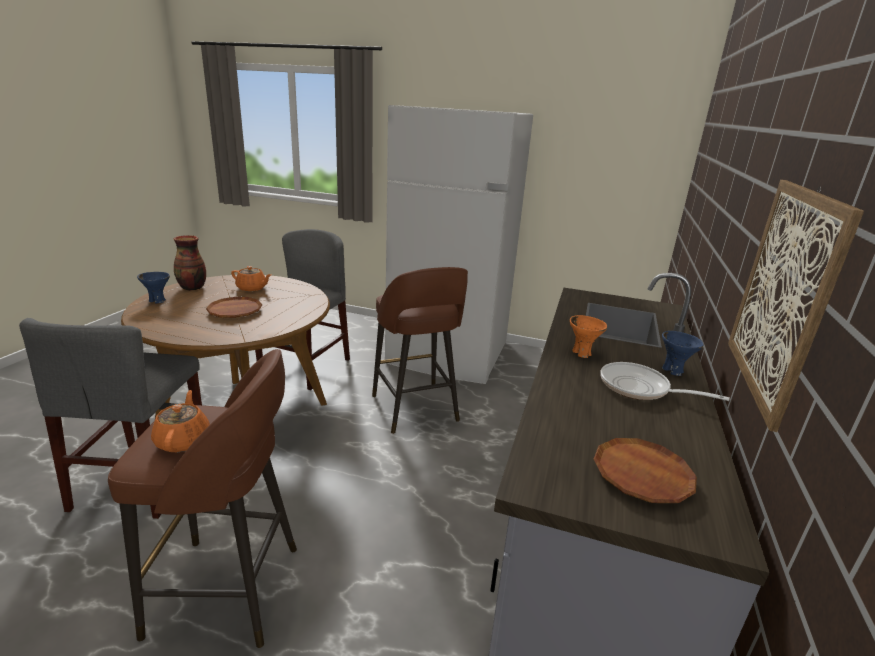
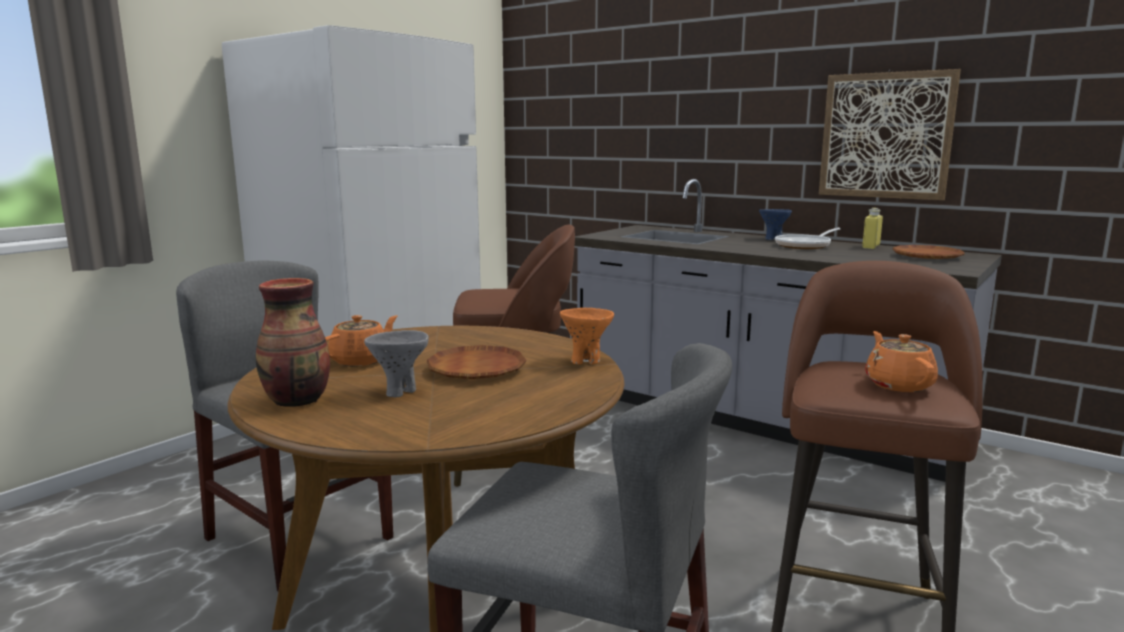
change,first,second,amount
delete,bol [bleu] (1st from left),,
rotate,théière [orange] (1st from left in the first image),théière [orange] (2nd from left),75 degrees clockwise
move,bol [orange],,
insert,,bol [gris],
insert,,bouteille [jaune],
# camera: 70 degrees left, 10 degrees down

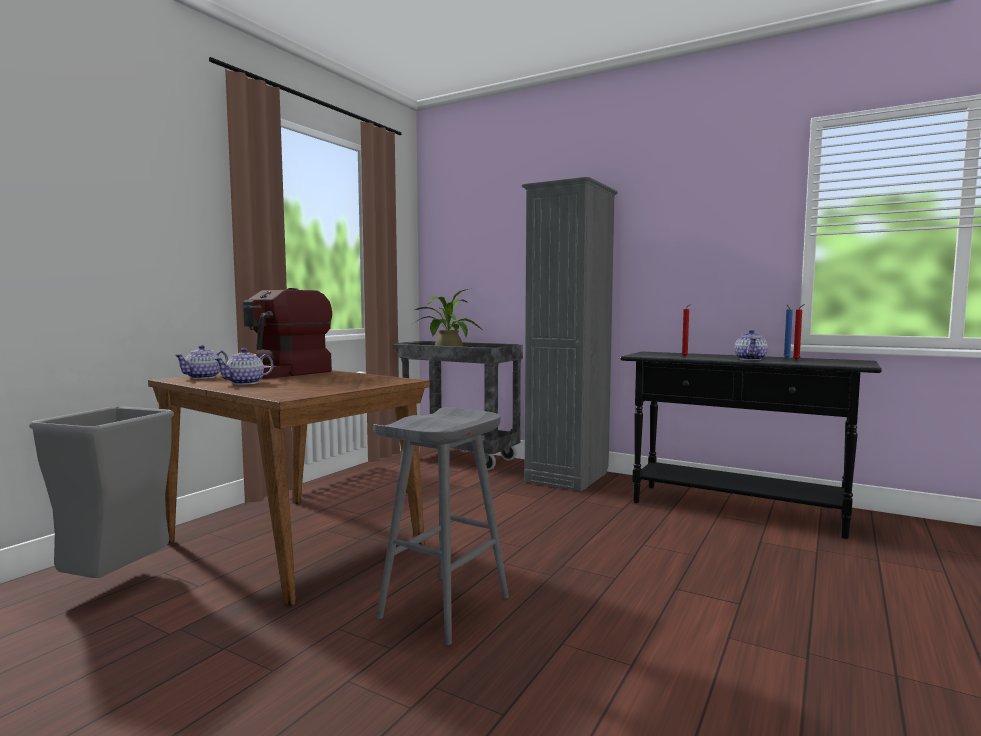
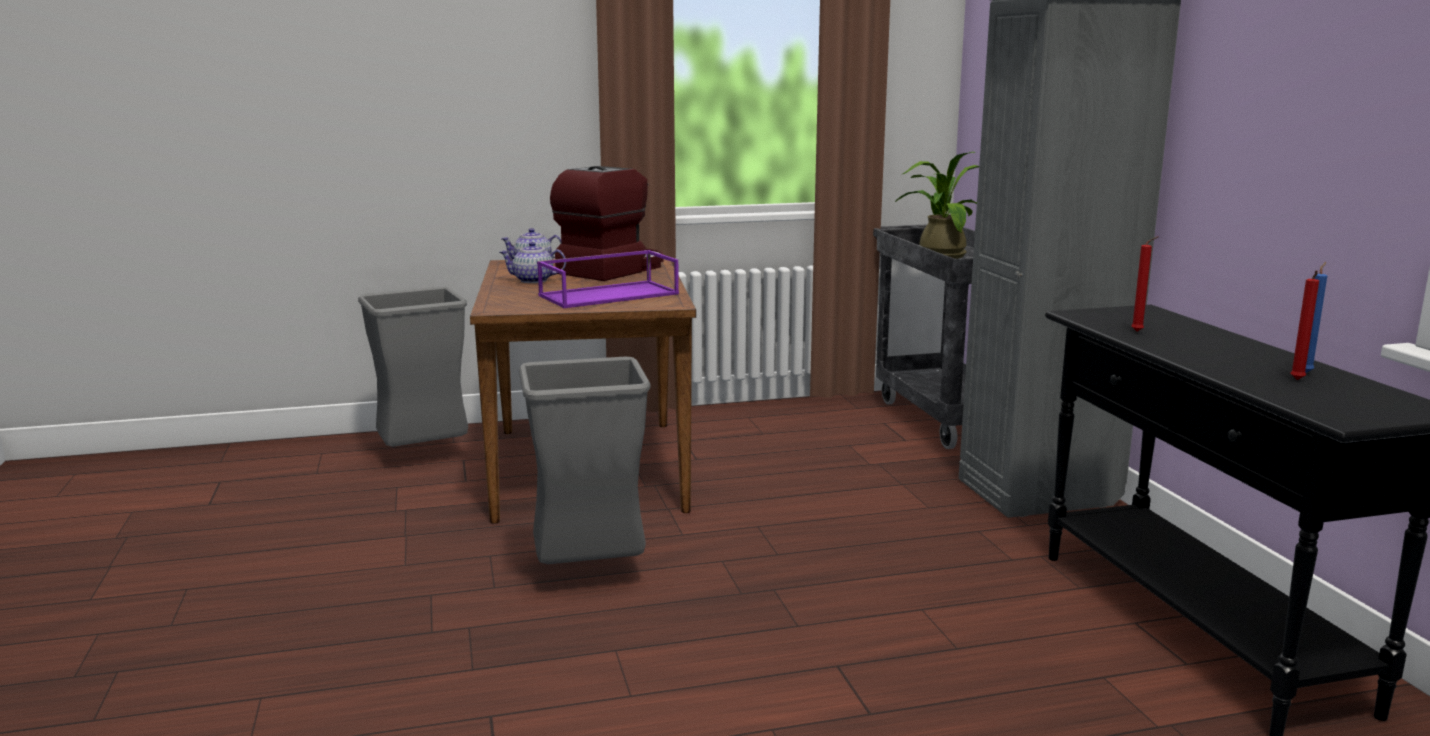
change,first,second,amount
rotate,machine à café,,135 degrees clockwise
replace,tabouret [gris],poubelle [gris] (2nd from left),
delete,théière (3rd from left),,
insert,,plateau [violet],
# camera: 45 degrees right, 10 degrees up

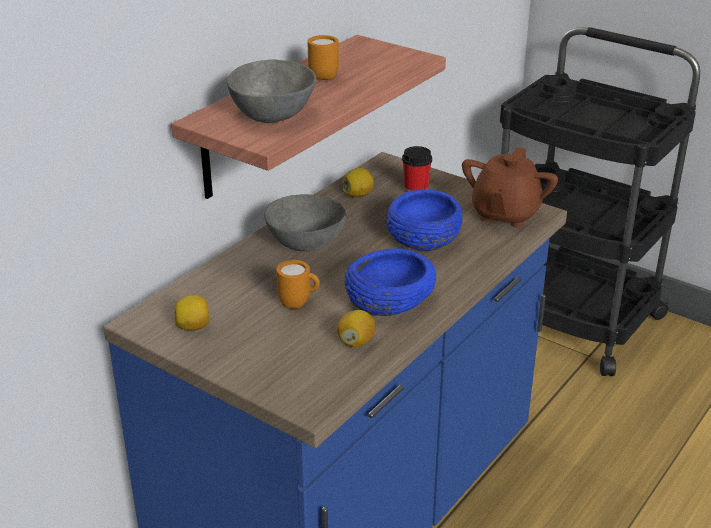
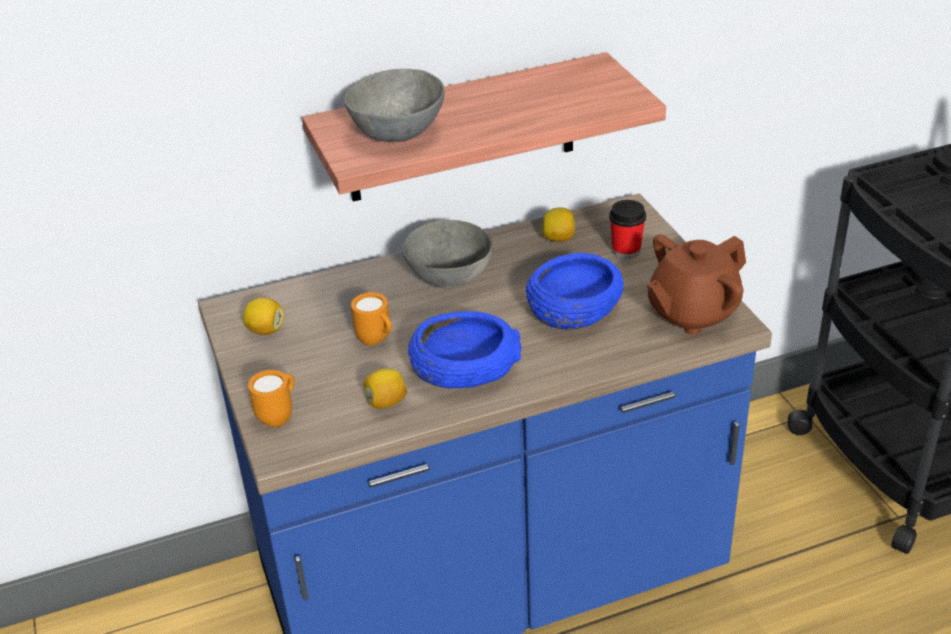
change,first,second,amount
move,mug [orange] (2nd from left in the first image),mug [orange] (1st from left),
# camera: 35 degrees right, 5 degrees up

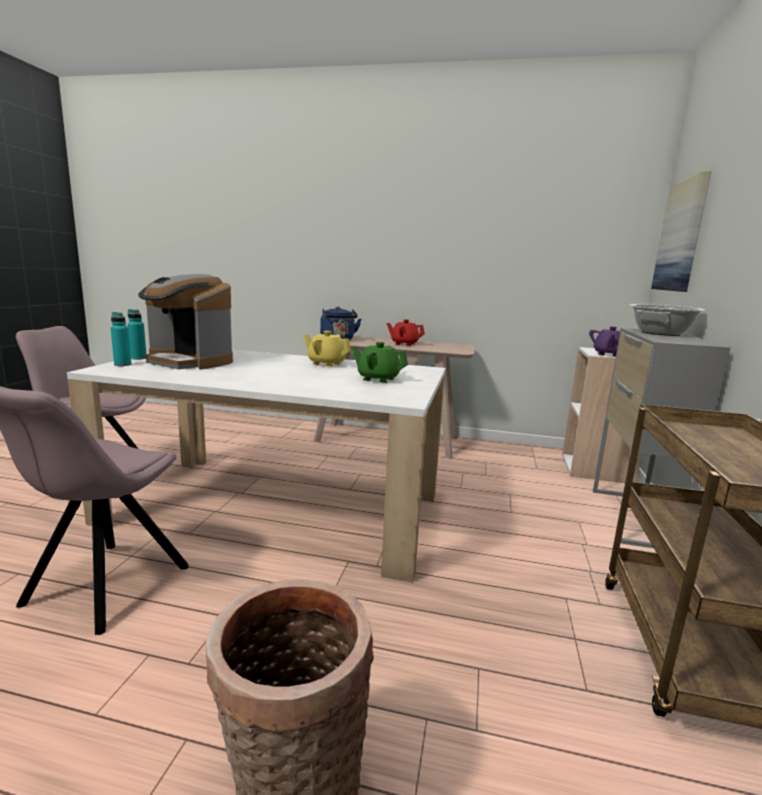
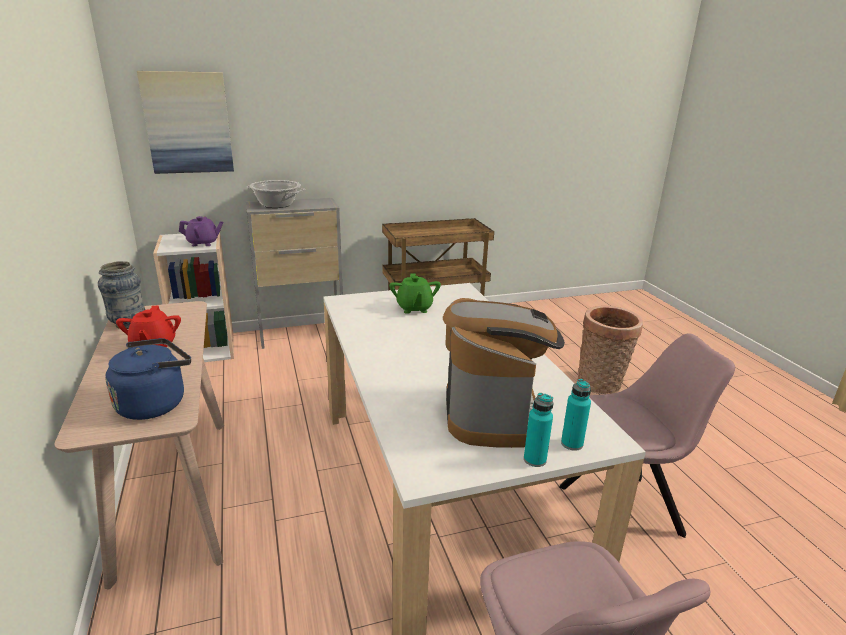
change,first,second,amount
delete,théière [jaune],,
insert,,vase,
# camera: 120 degrees left, 10 degrees up

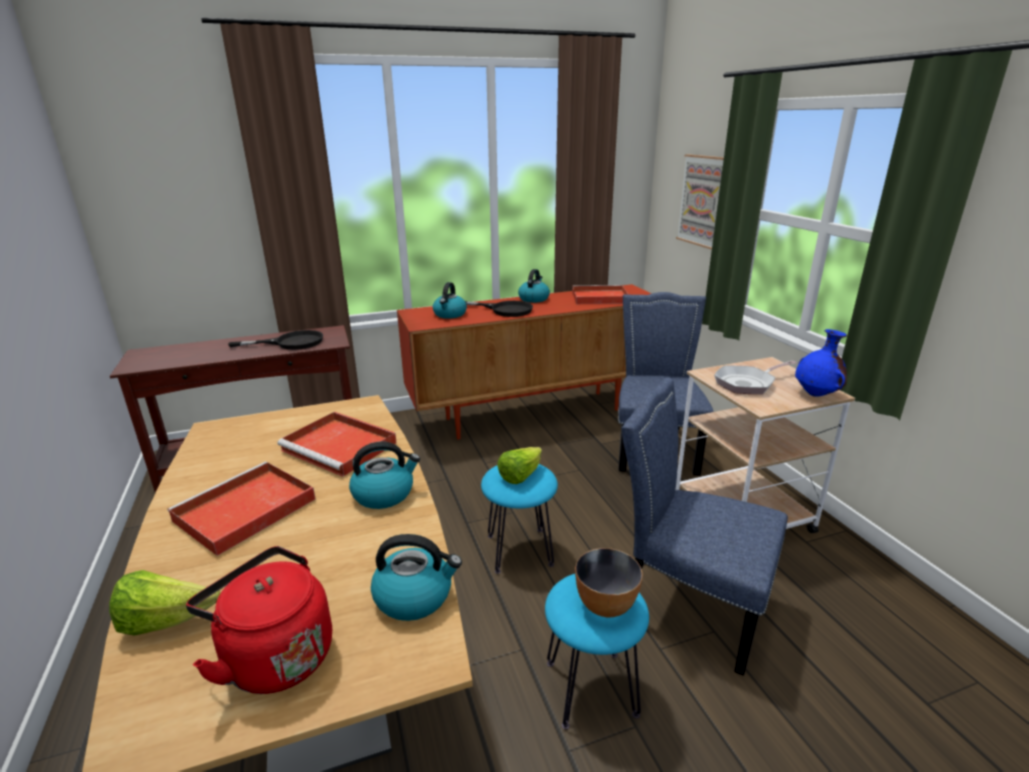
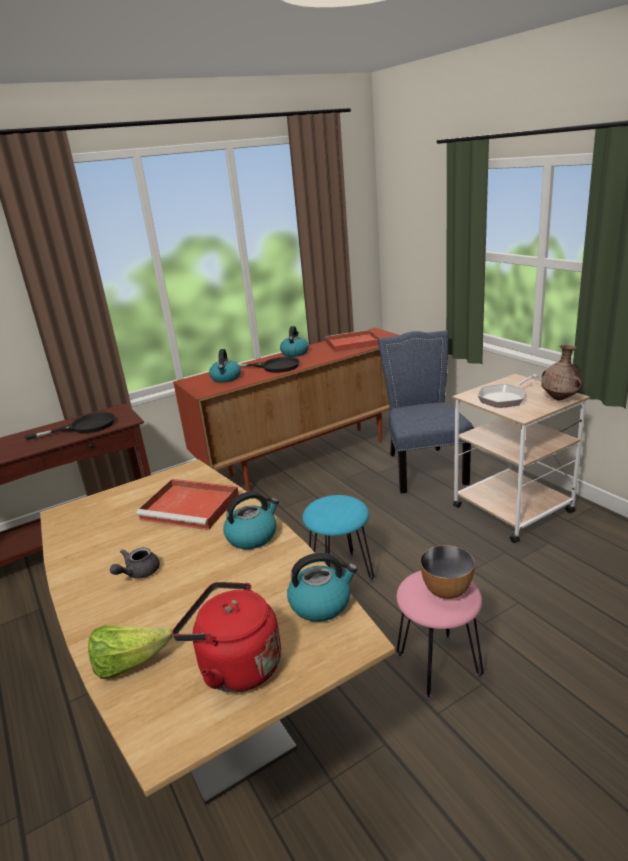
change,first,second,amount
replace,plateau [rouge] (1st from left),théière [gris],
delete,laitue (2nd from left),,
recolor,tabouret [turquoise] (2nd from left),tabouret [rose],
delete,chaise [bleu] (2nd from left),,
delete,tableau,,
recolor,vase [bleu],vase [marron],
# camera: 10 degrees left, 0 degrees up

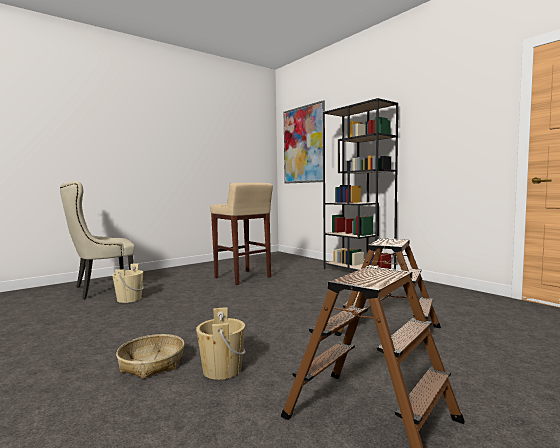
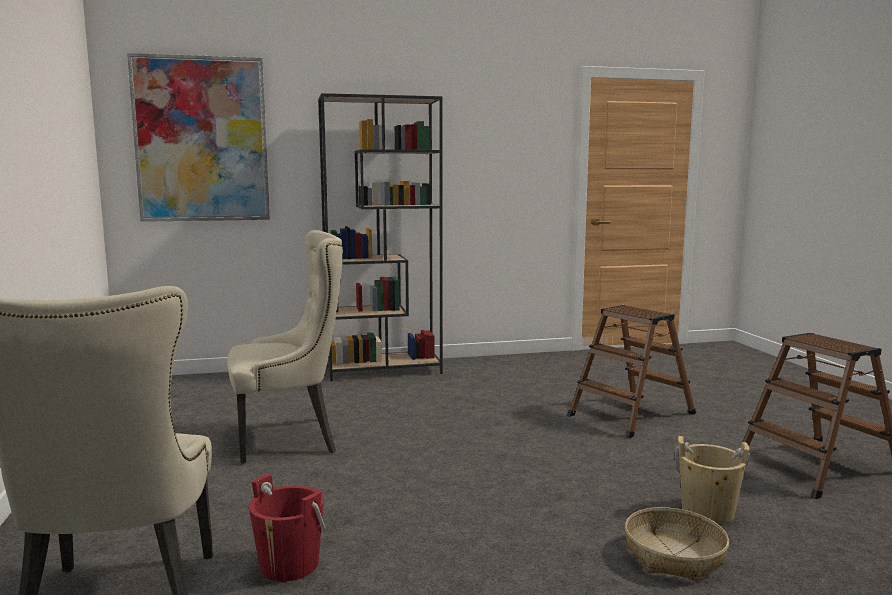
change,first,second,amount
recolor,seau [beige] (1st from left),seau [rouge],
replace,tabouret [beige],chaise [beige] (2nd from left),
# camera: 65 degrees left, 5 degrees up

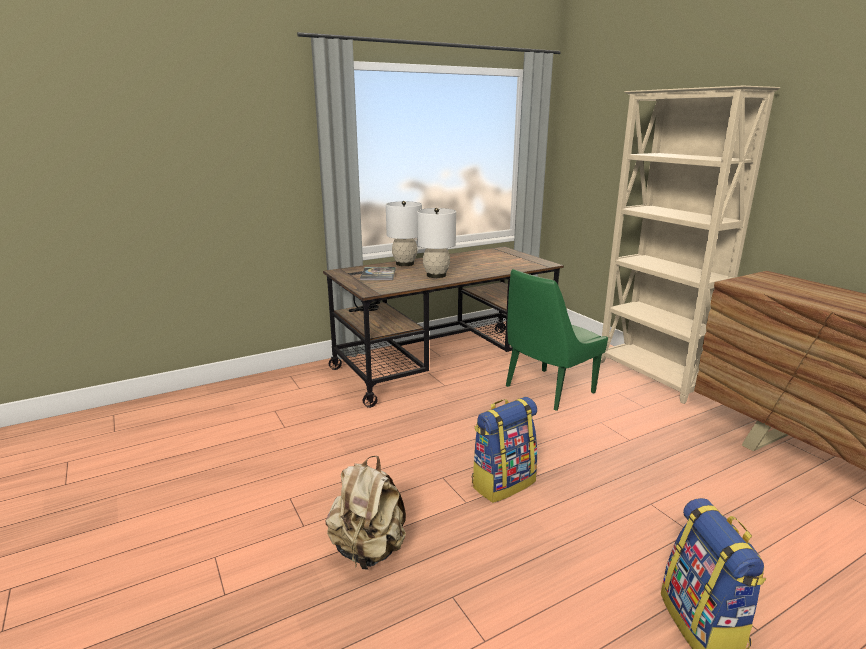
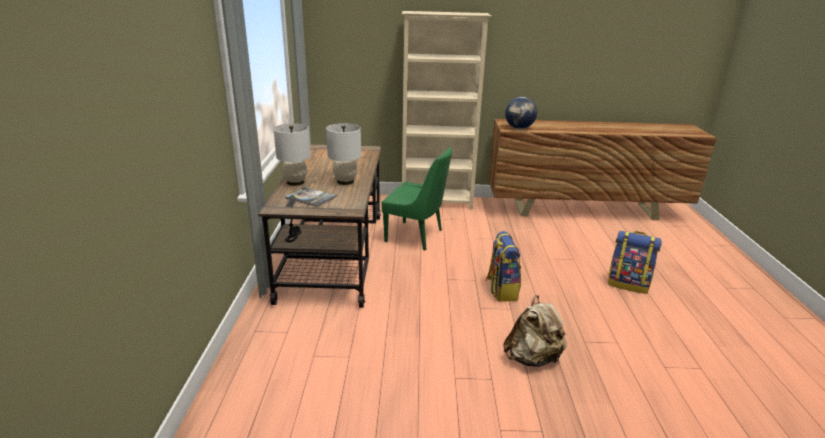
change,first,second,amount
rotate,chaise [vert],,60 degrees counterclockwise
insert,,globe,
# camera: 60 degrees left, 5 degrees up

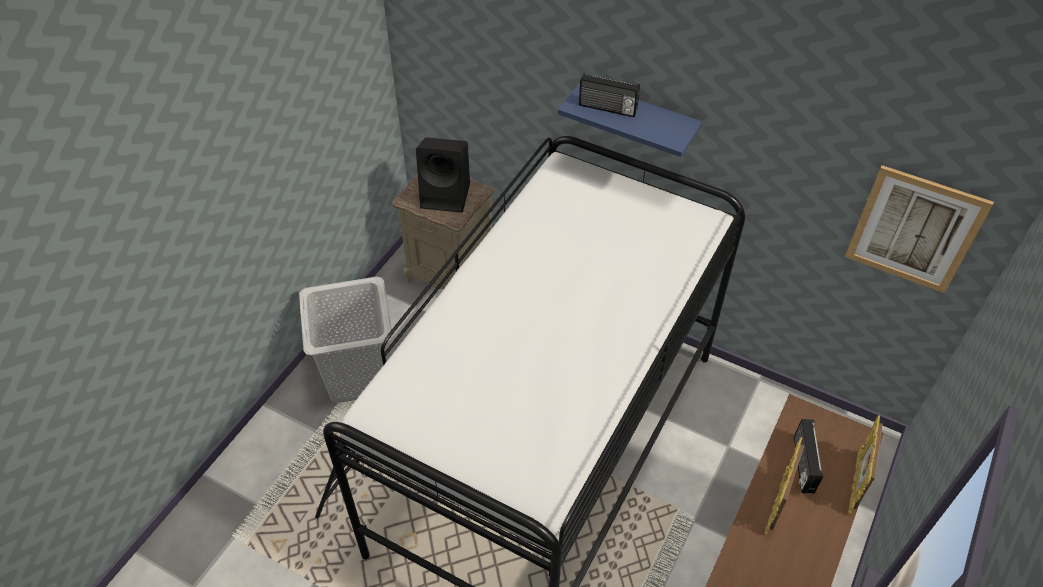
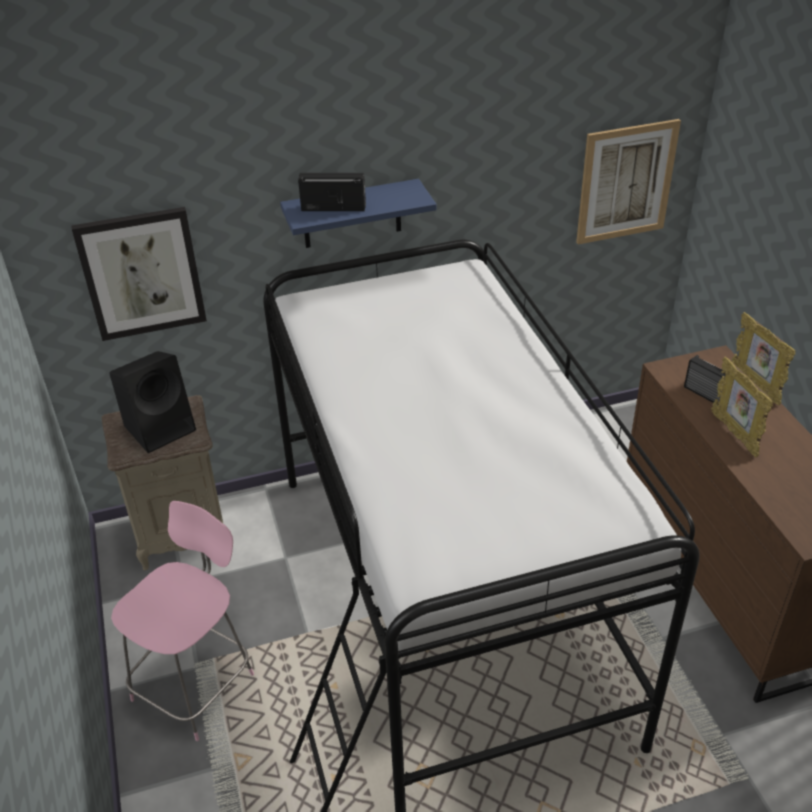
change,first,second,amount
replace,panier à linge [gris],chaise [rose],
rotate,radio (1st from left),,150 degrees counterclockwise
insert,,tableau (1st from left),
# camera: 45 degrees left, 10 degrees down

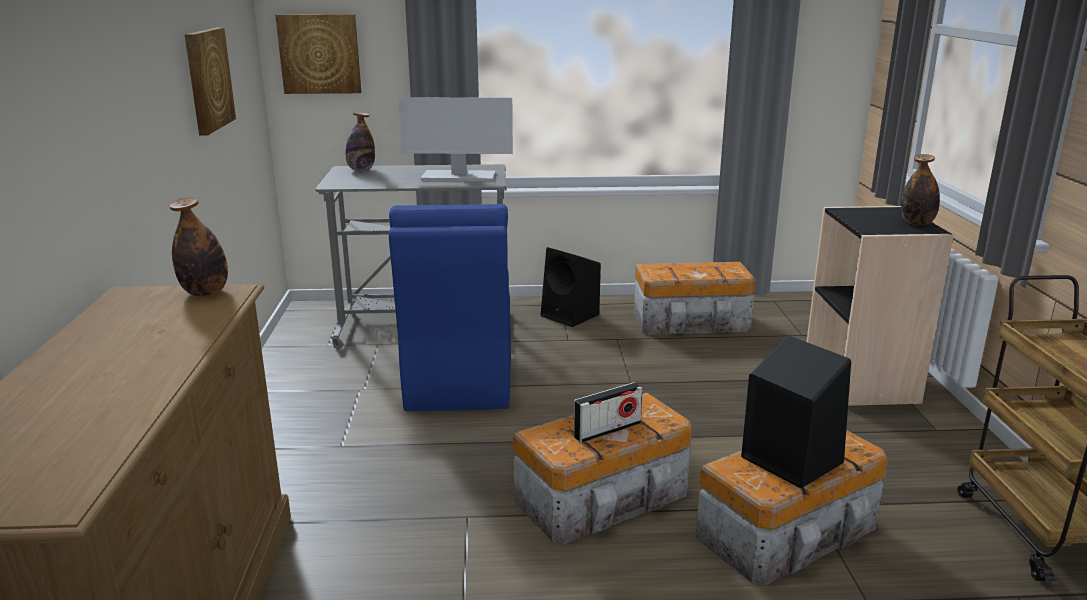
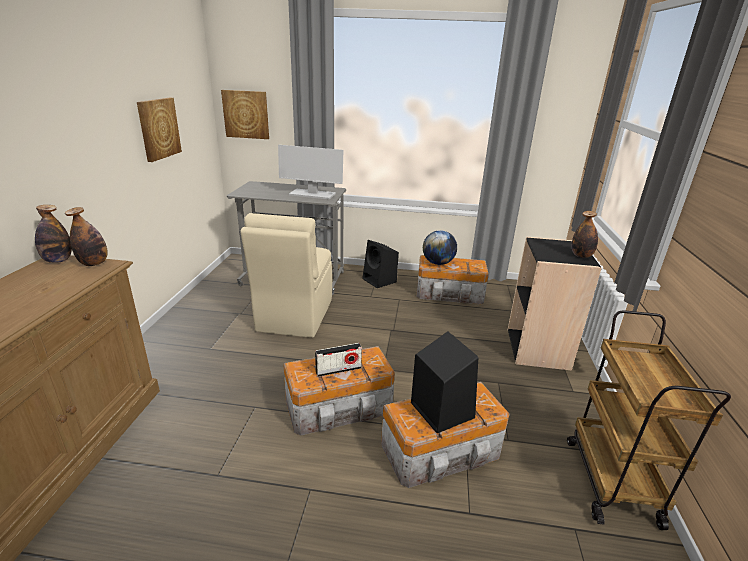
change,first,second,amount
move,bouteille (2nd from left in the first image),bouteille (1st from left),
recolor,chaise [bleu],chaise [beige],
insert,,globe,
# camera: 10 degrees right, 5 degrees up

